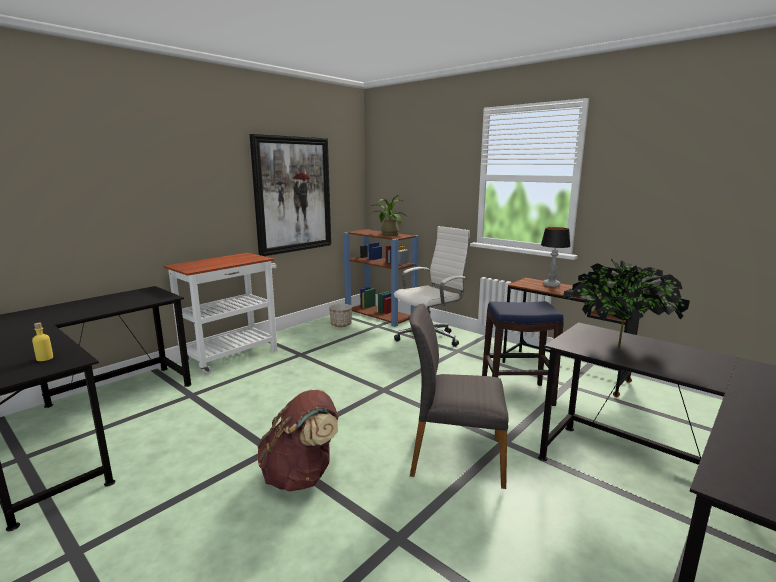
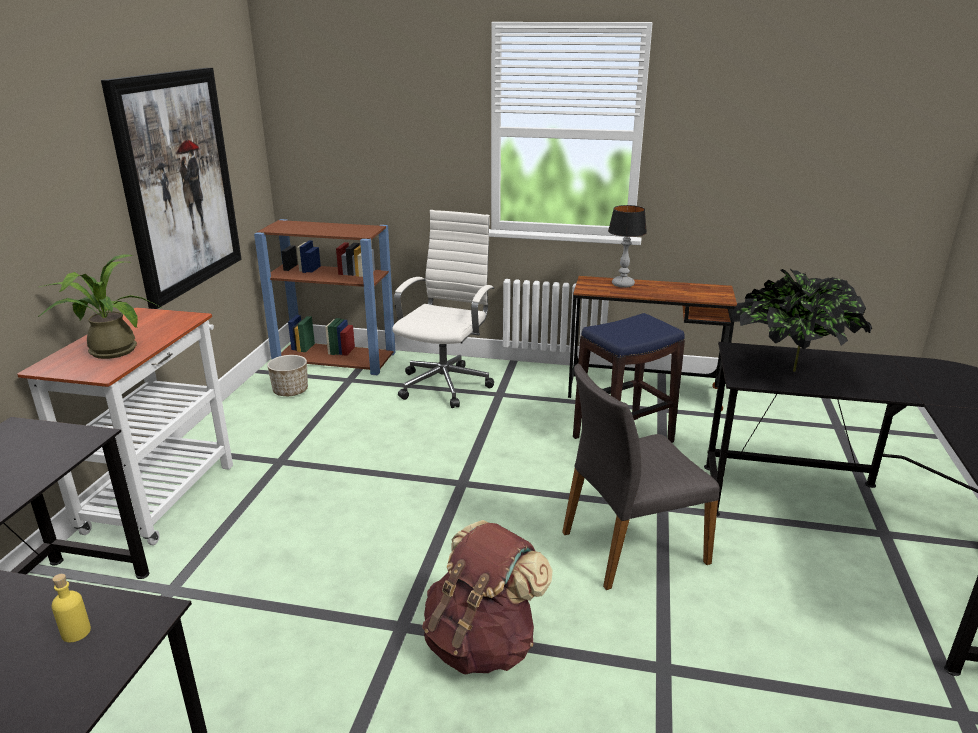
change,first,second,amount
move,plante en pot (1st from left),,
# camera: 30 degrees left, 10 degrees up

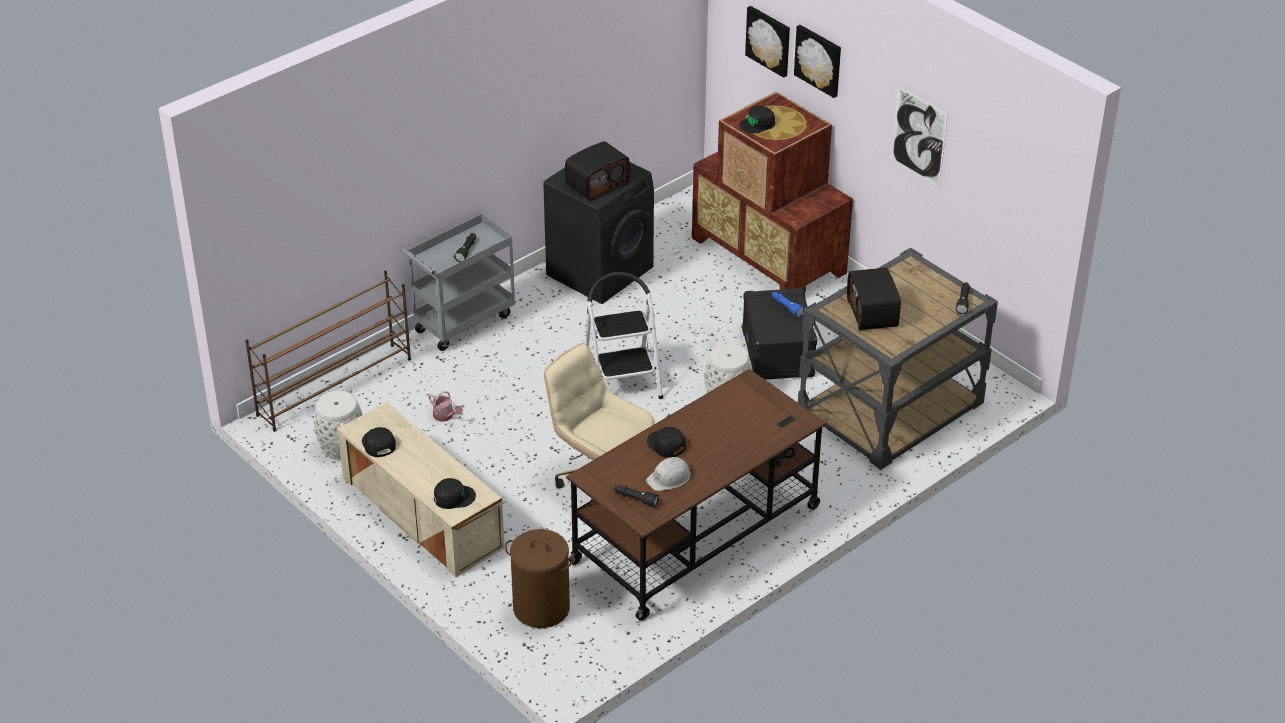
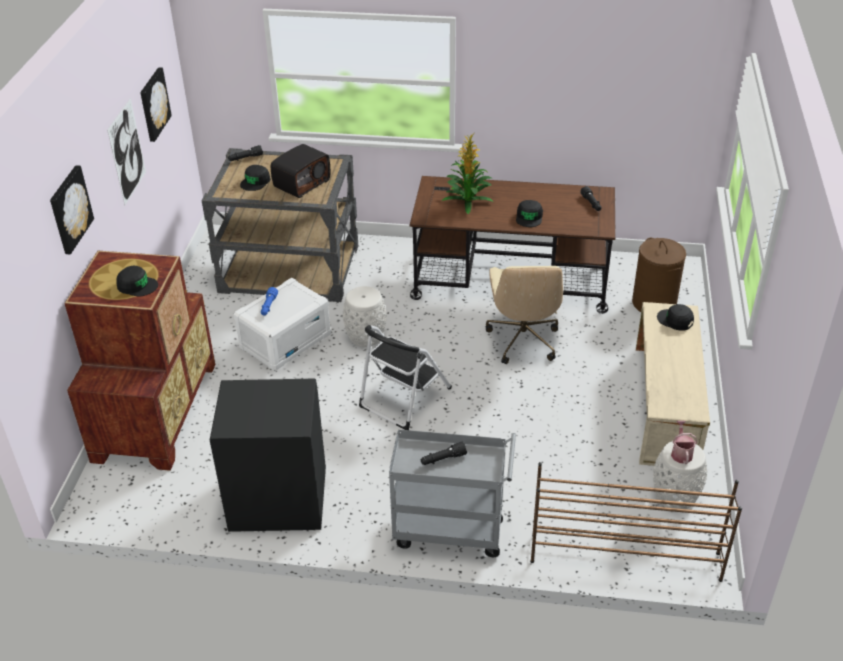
change,first,second,amount
move,casquette [noir] (1st from left in the first image),casquette [noir] (2nd from left),
move,arrosoir,,
delete,radio (1st from left),,
delete,casque de chantier [blanc],,
recolor,boîte de rangement [noir],boîte de rangement [blanc],
move,tableau (1st from left in the first image),tableau (3rd from left),
insert,,plante en pot,
# camera: 130 degrees left, 0 degrees up

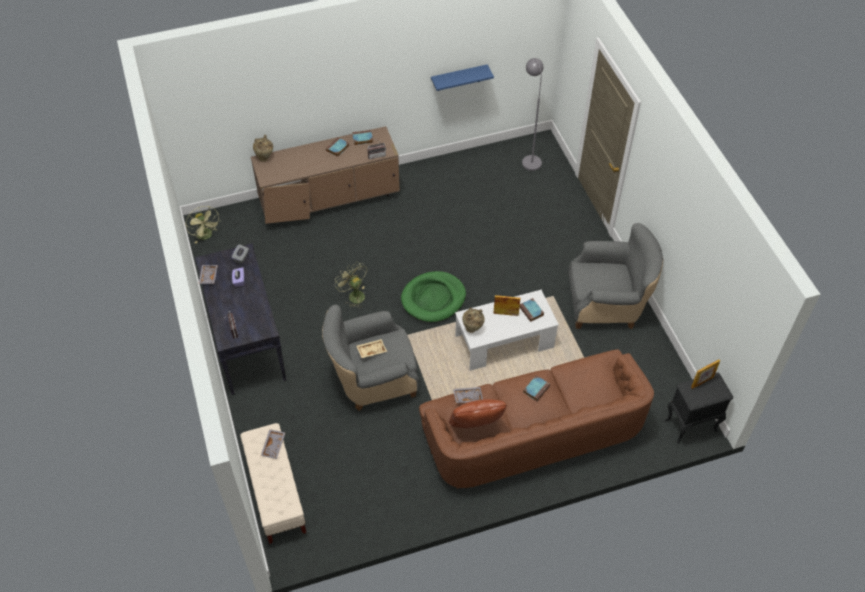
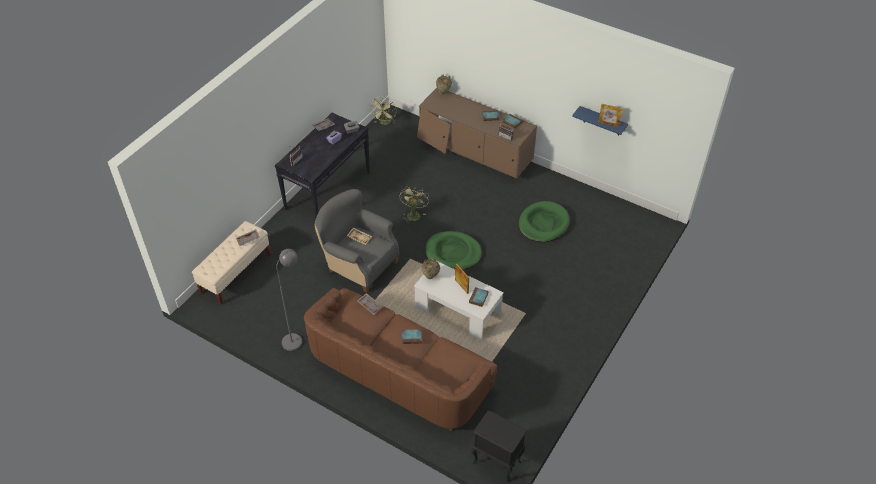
change,first,second,amount
delete,coussin [marron],,
move,lampadaire [gris],,
delete,fauteuil [gris] (2nd from left),,
move,cadre photo (2nd from left),,
insert,,panier pour chien [vert] (2nd from left),
# camera: 50 degrees right, 5 degrees down

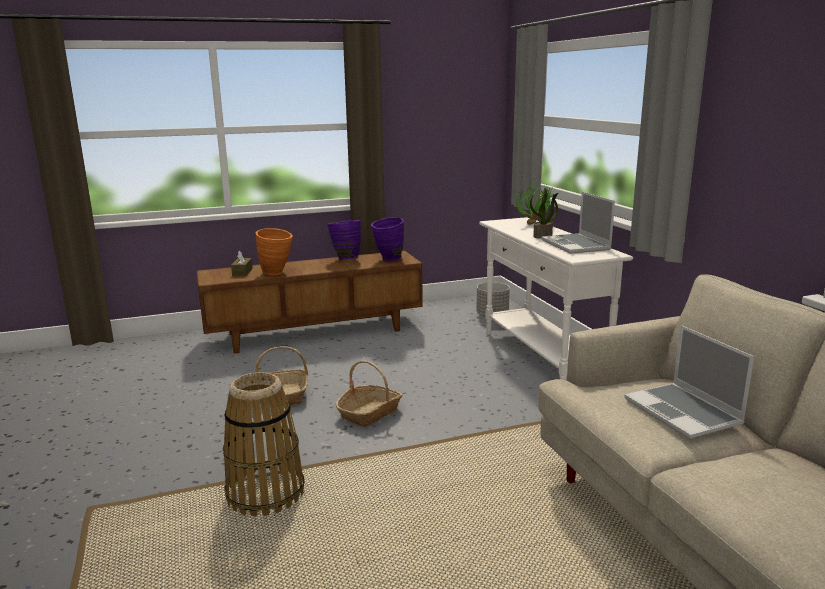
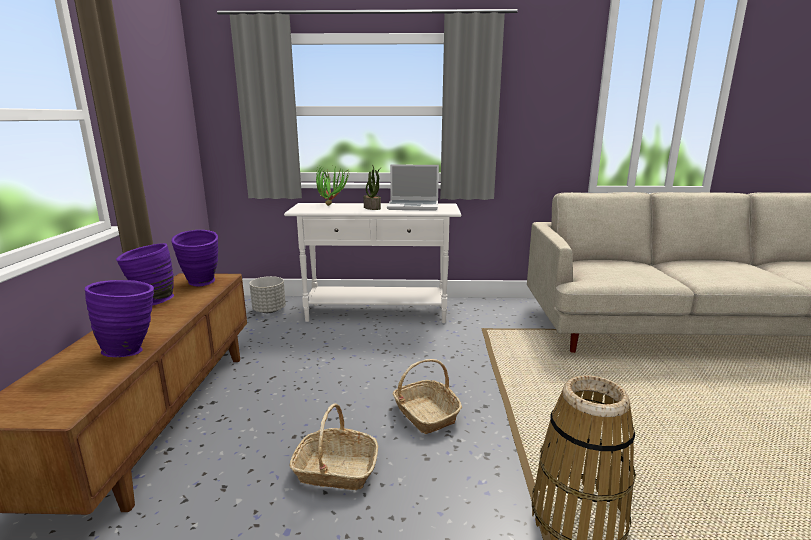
change,first,second,amount
delete,boîte à mouchoirs [marron],,
recolor,vase [orange],vase [violet] (1st from left),
delete,ordinateur portable (2nd from left),,
# camera: 70 degrees left, 0 degrees up

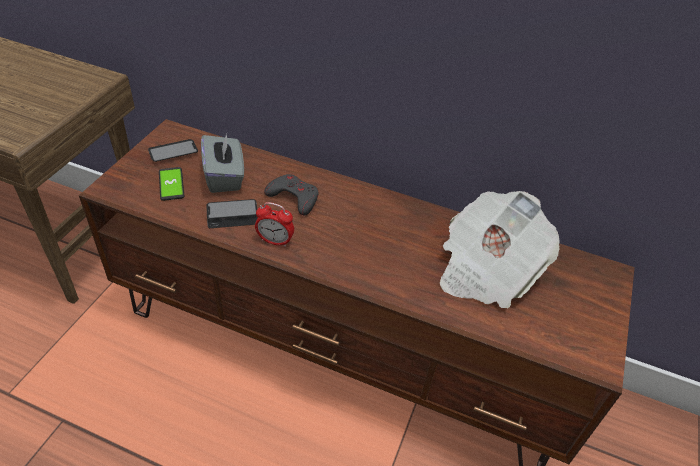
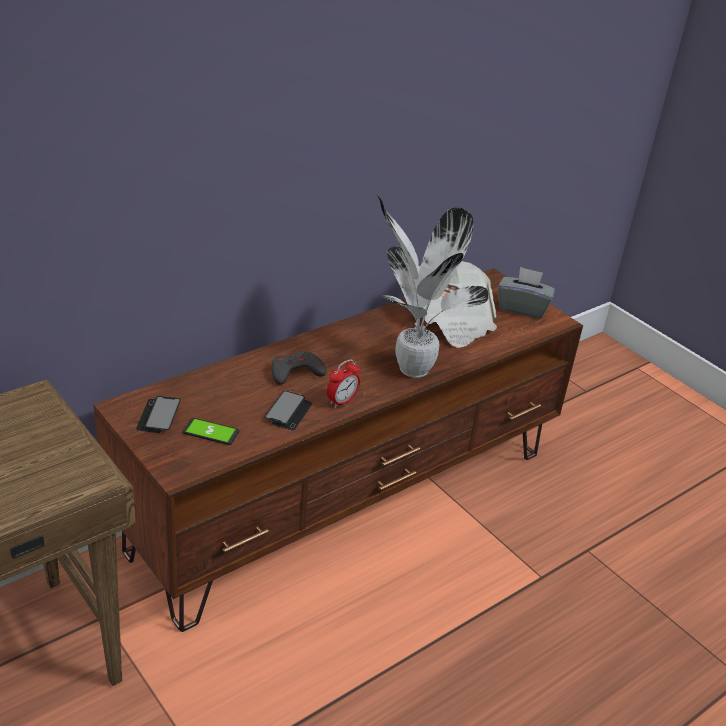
change,first,second,amount
move,boîte à mouchoirs [gris],,
insert,,plante en pot,
# camera: 60 degrees left, 10 degrees down

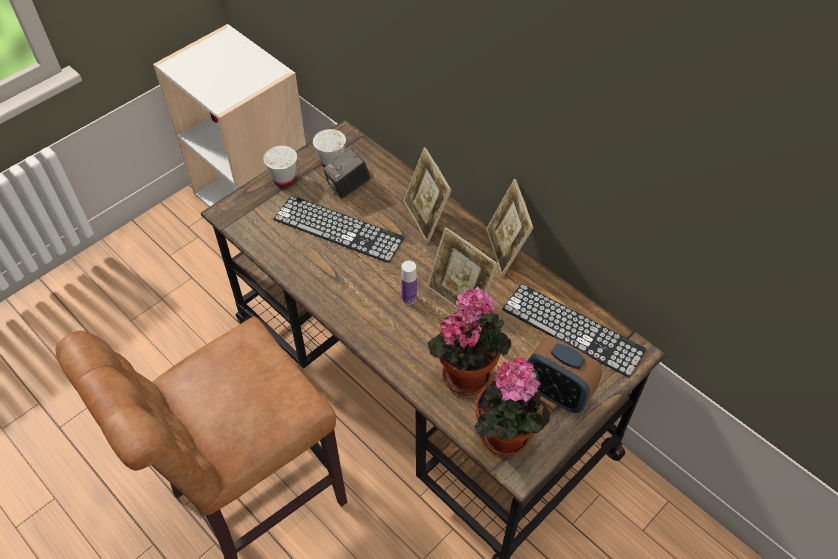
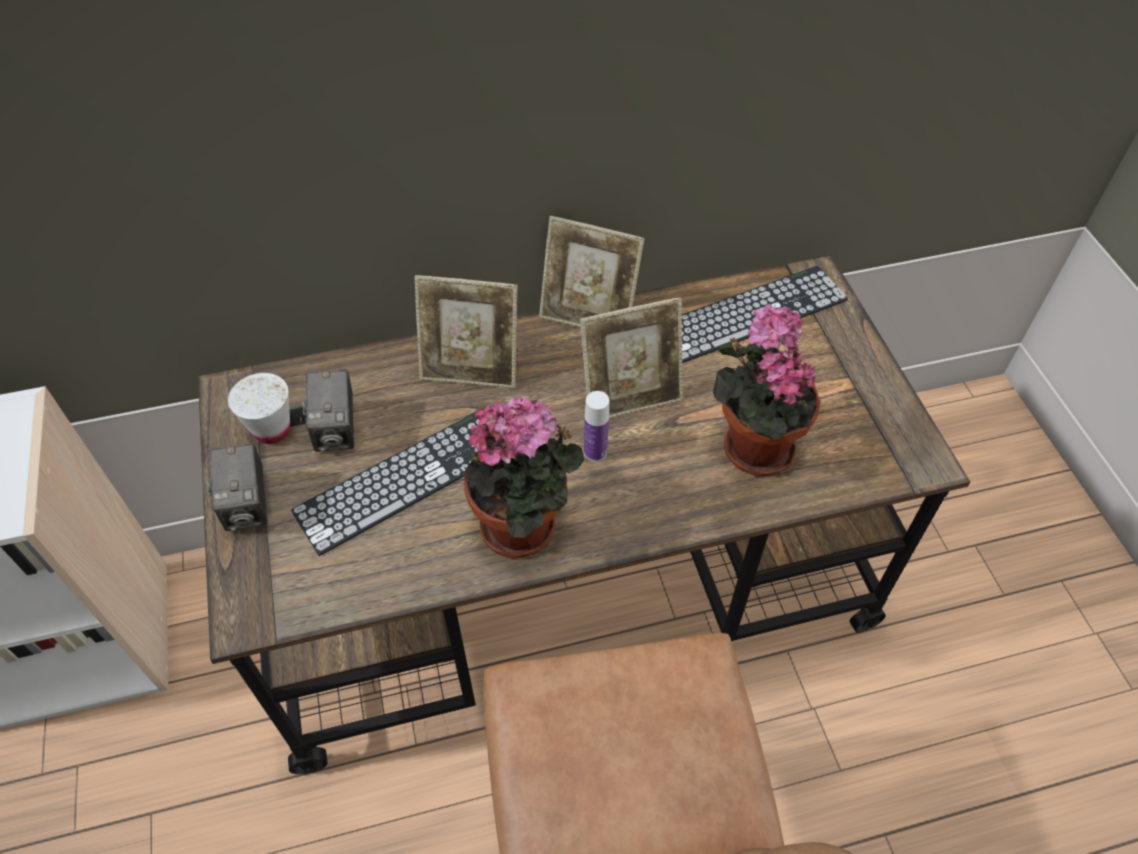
change,first,second,amount
replace,tasse [blanc] (1st from left),appareil photo (1st from left),
move,plante en pot (2nd from left in the first image),plante en pot (1st from left),
delete,réveil,,
# camera: 60 degrees left, 0 degrees up

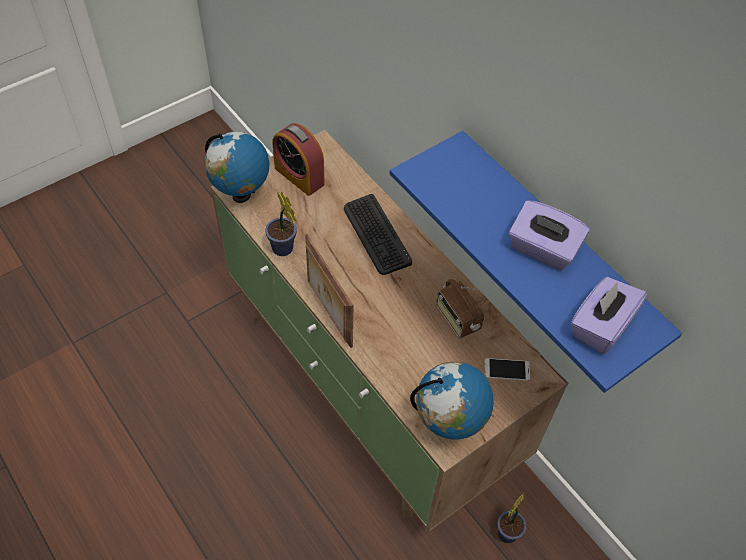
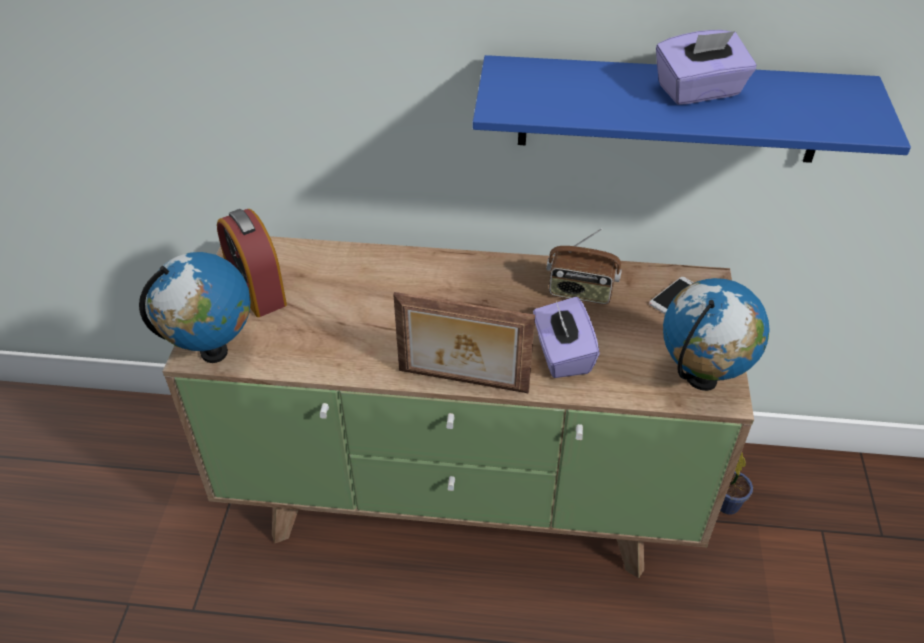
change,first,second,amount
delete,plante en pot (1st from left),,
rotate,réveil,,60 degrees clockwise
delete,clavier,,
move,boîte à mouchoirs [violet] (2nd from left in the first image),boîte à mouchoirs [violet] (1st from left),
# camera: 45 degrees left, 10 degrees down

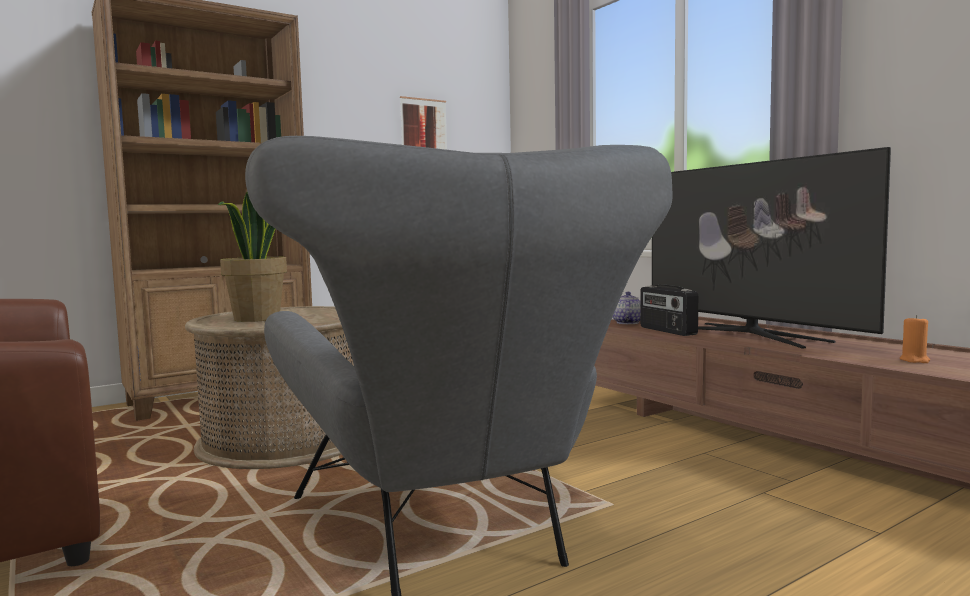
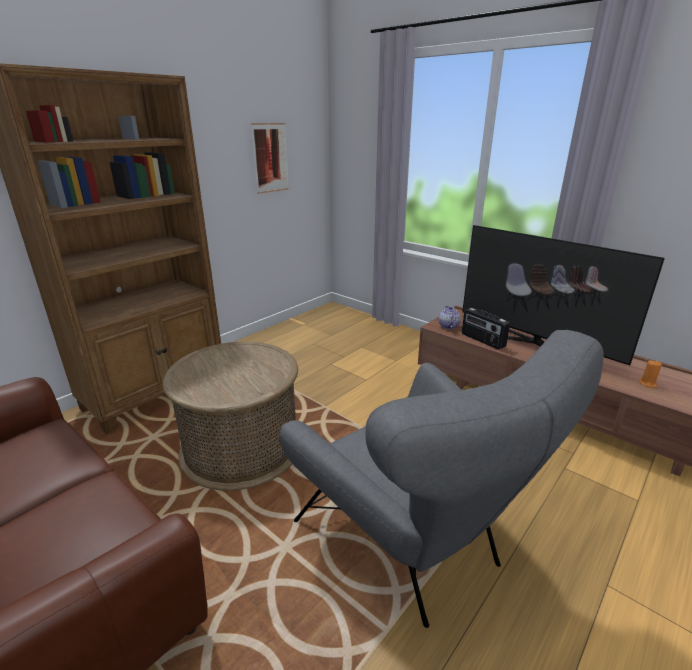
change,first,second,amount
delete,plante en pot,,
# camera: 15 degrees left, 20 degrees up

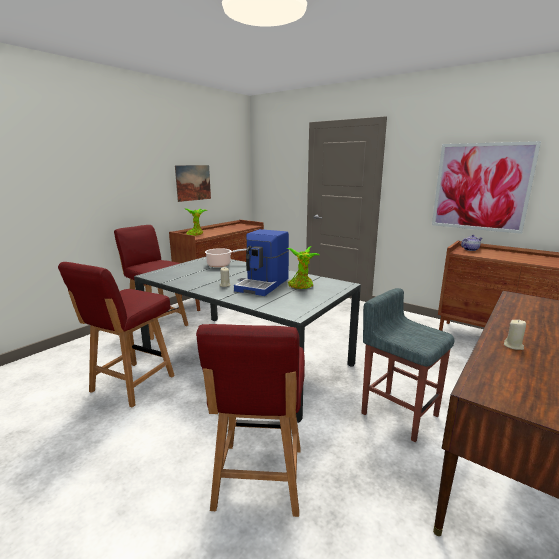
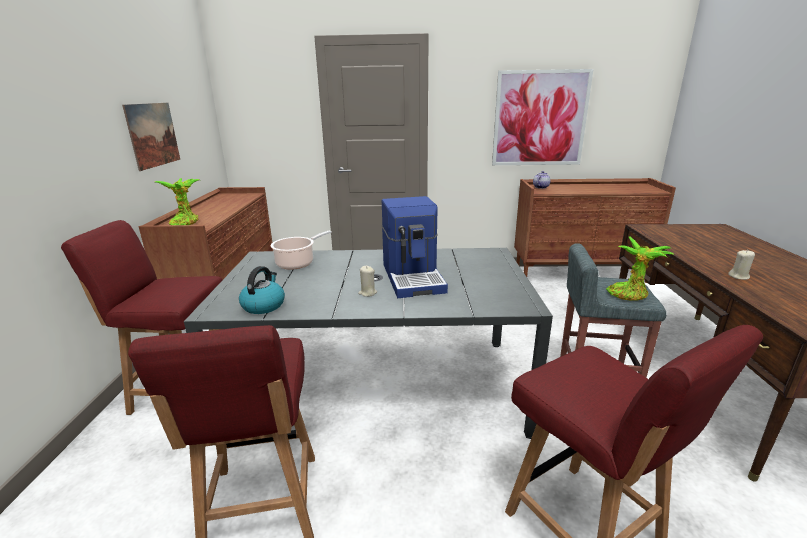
change,first,second,amount
move,plante en pot (2nd from left),,
insert,,bouilloire,
# camera: 35 degrees left, 5 degrees up

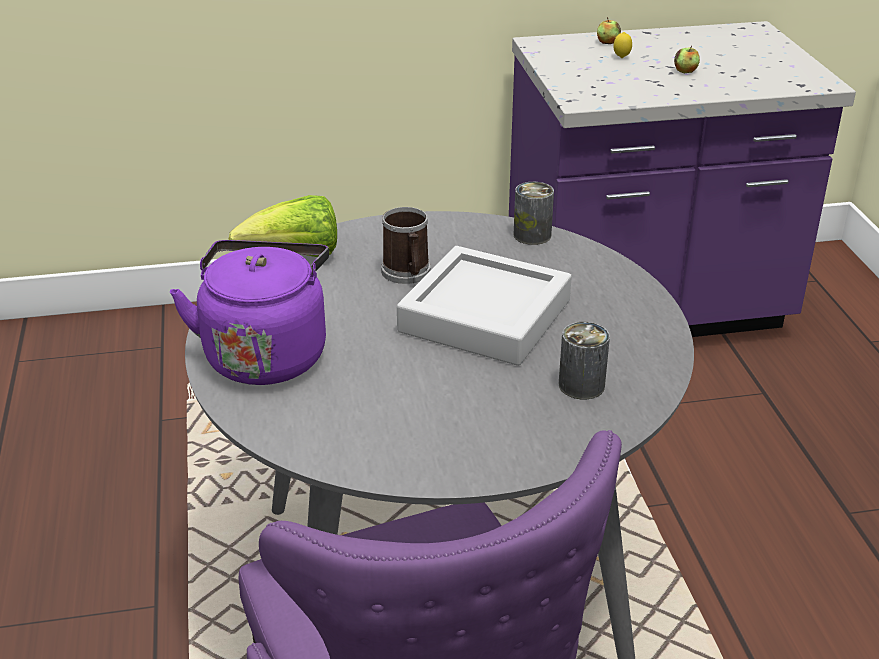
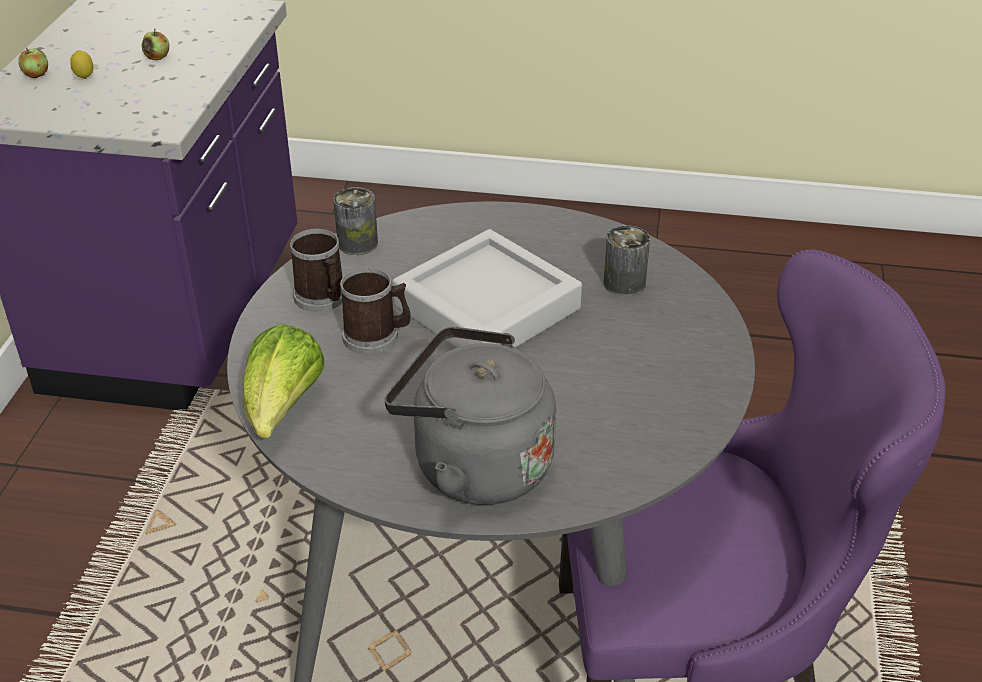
change,first,second,amount
recolor,bouilloire [violet],bouilloire [gris],
insert,,mug (1st from left),
# camera: 70 degrees left, 5 degrees up

